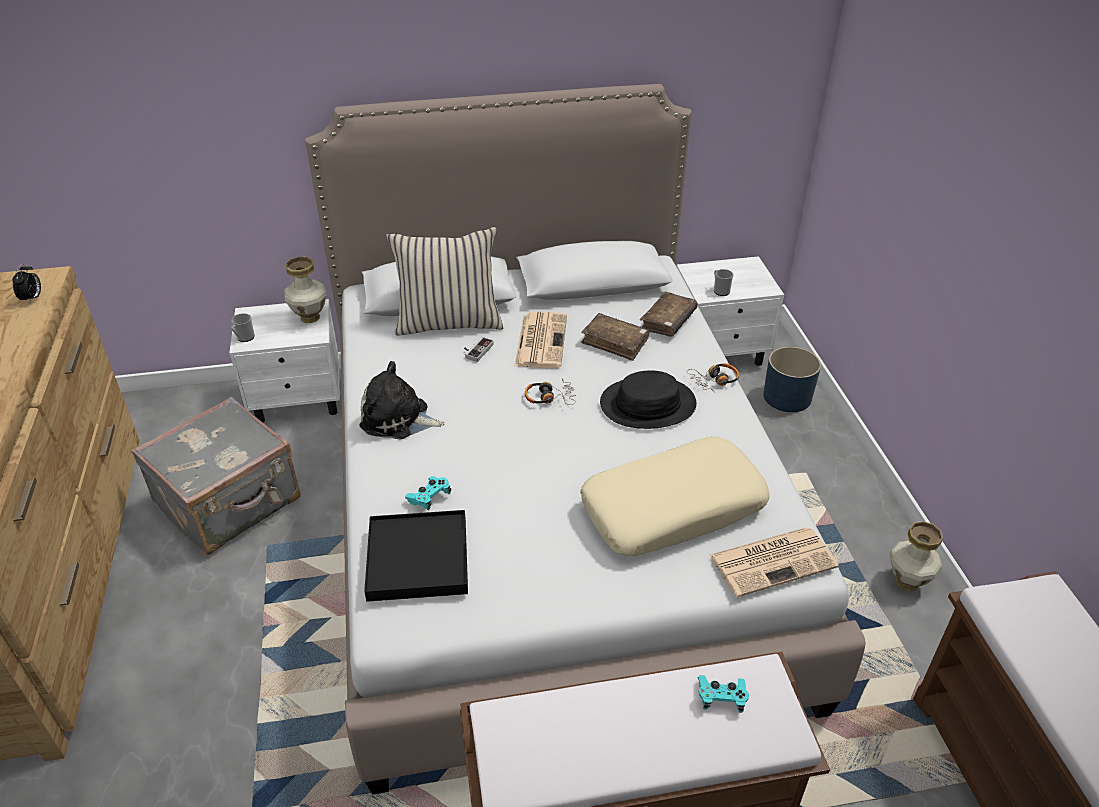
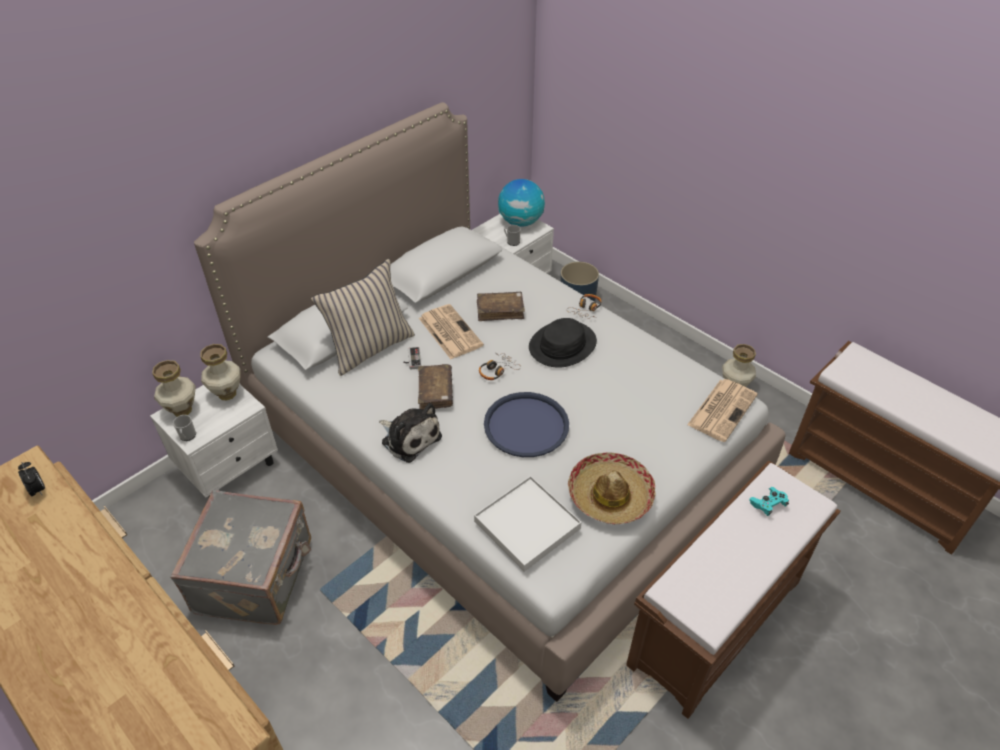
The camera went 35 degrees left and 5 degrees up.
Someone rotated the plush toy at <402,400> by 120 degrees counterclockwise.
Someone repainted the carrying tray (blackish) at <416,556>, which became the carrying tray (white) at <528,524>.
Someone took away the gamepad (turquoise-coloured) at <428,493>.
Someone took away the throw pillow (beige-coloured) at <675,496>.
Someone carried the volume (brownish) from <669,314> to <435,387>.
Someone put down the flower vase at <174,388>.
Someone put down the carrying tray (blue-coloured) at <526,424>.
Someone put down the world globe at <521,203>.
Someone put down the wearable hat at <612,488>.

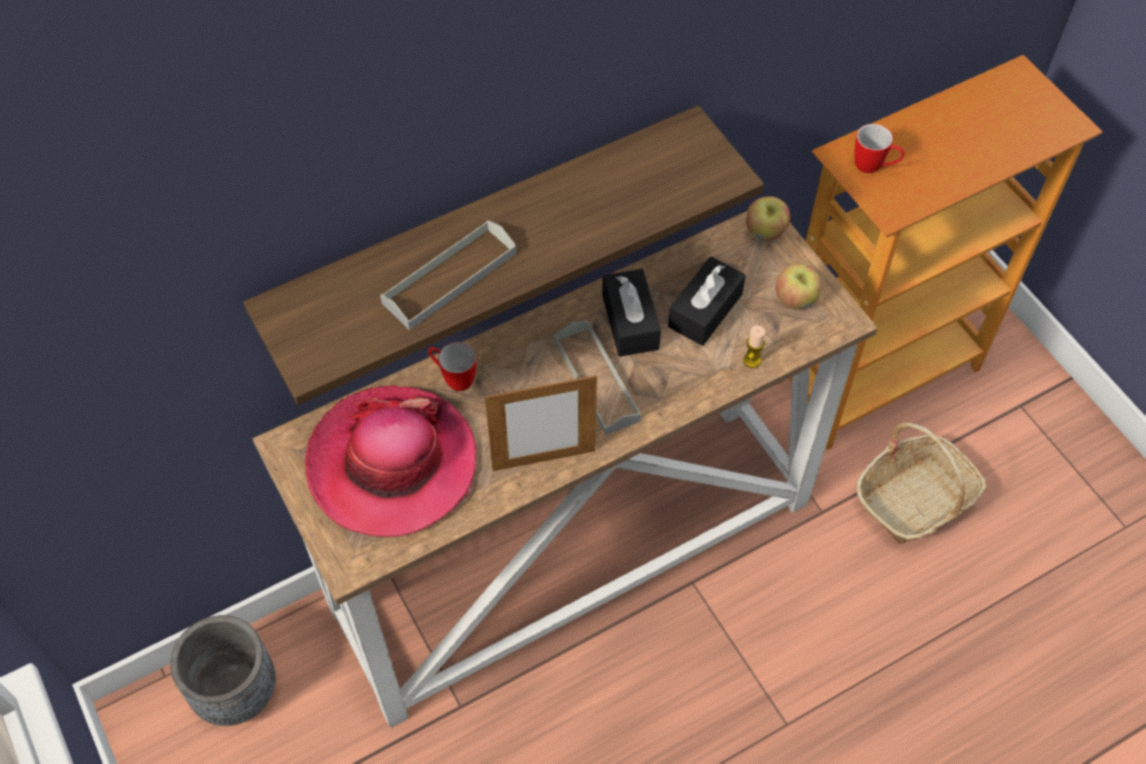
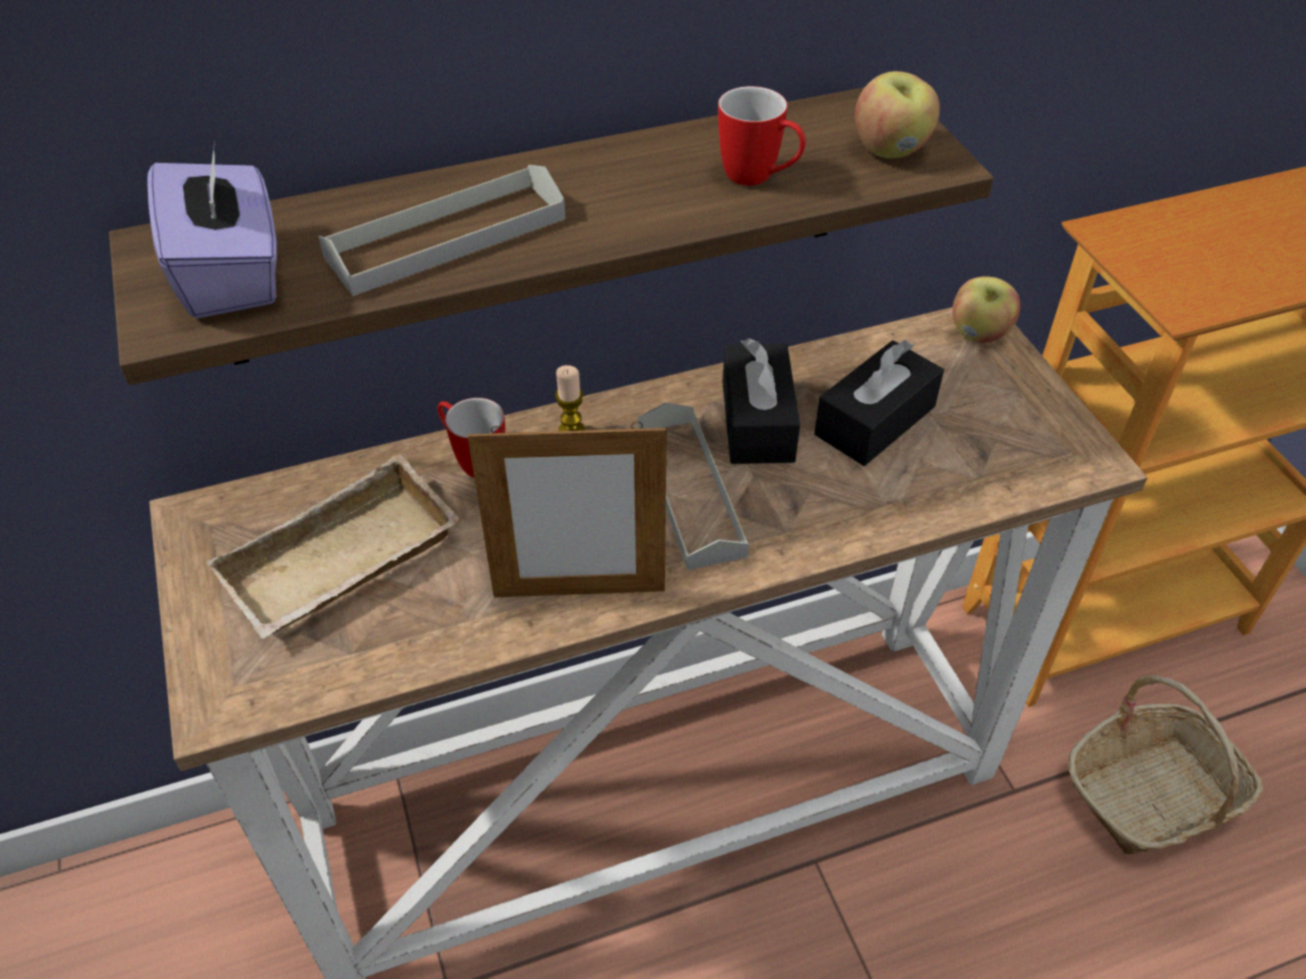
The camera went 10 degrees right and 10 degrees down.
Someone took away the plant pot (grey) at <223,670>.
Someone swapped the wearable hat at <390,461> for the carrying tray (beige-coloured) at <333,546>.
Someone carried the candle from <754,346> to <570,398>.
Someone carried the apple from <798,286> to <897,114>.
Someone carried the mug from <879,148> to <762,136>.
Someone put down the tissue box (purple-coloured) at <212,230>.

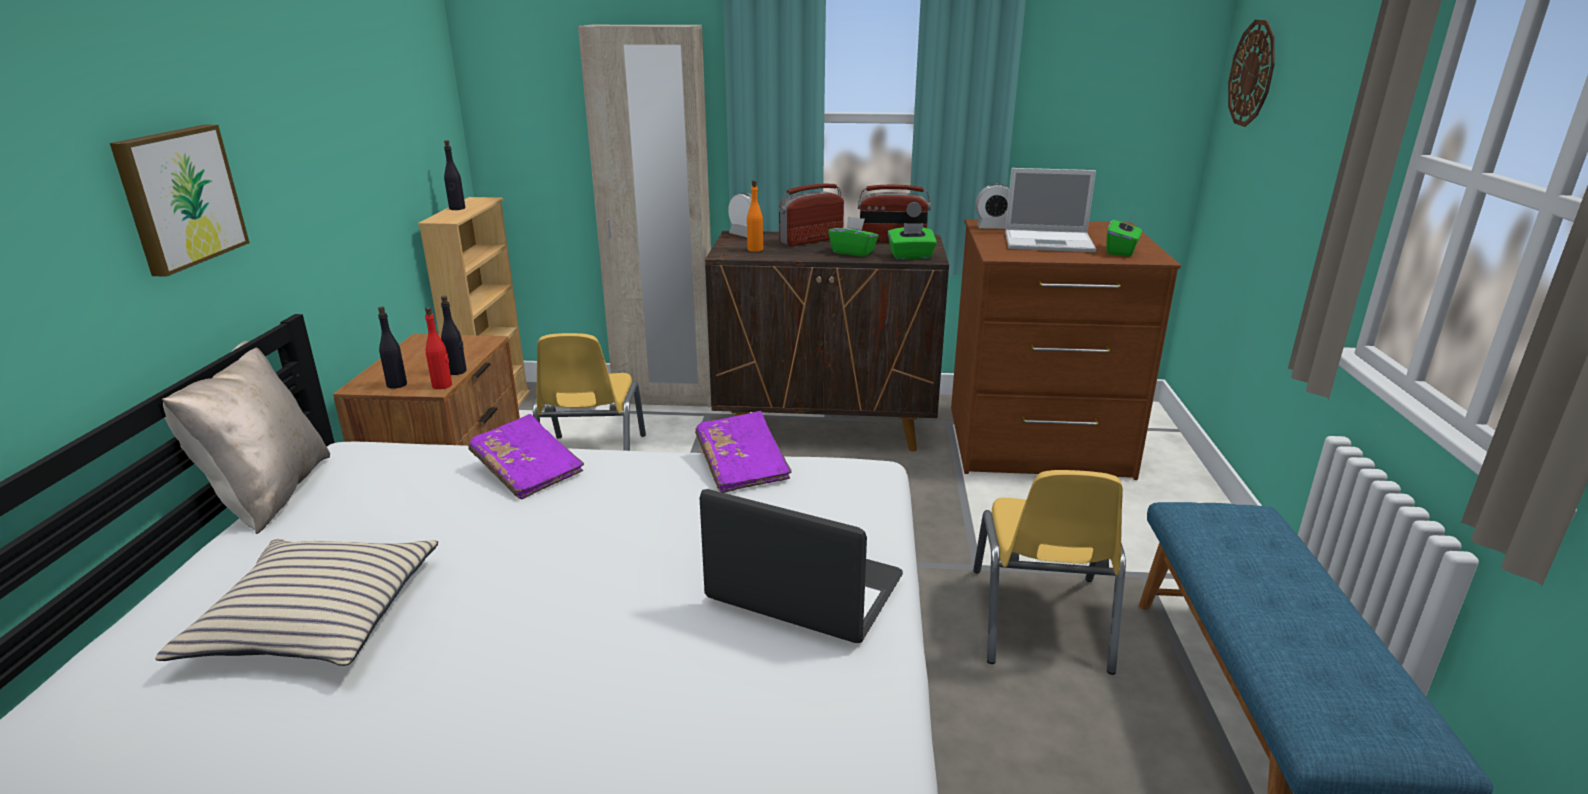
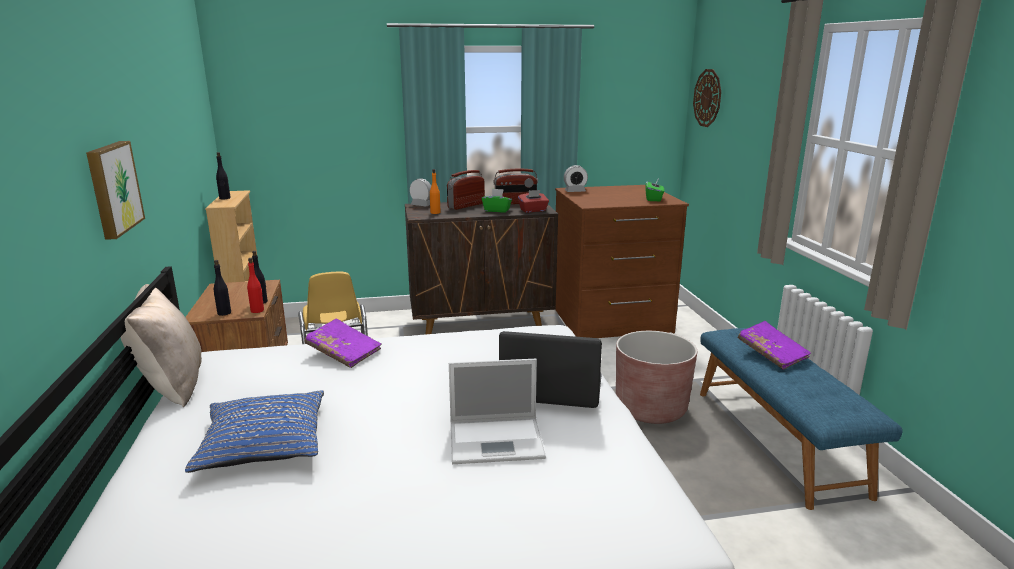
The camera went 15 degrees left and 5 degrees down.
Someone repainted the throw pillow (beige-coloured) at <296,602>, which became the throw pillow (blue-coloured) at <254,431>.
Someone took away the clothes cupboard (beige-coloured) at <644,216>.
Someone carried the volume (purple-coloured) from <743,452> to <774,345>.
Someone repainted the tissue box (greenish) at <912,241>, which became the tissue box (red-coloured) at <533,201>.
Someone swapped the upright chair (yellow) at <1049,572> for the plant pot (brownish) at <656,377>.
Someone carried the portable computer from <1050,210> to <497,411>.

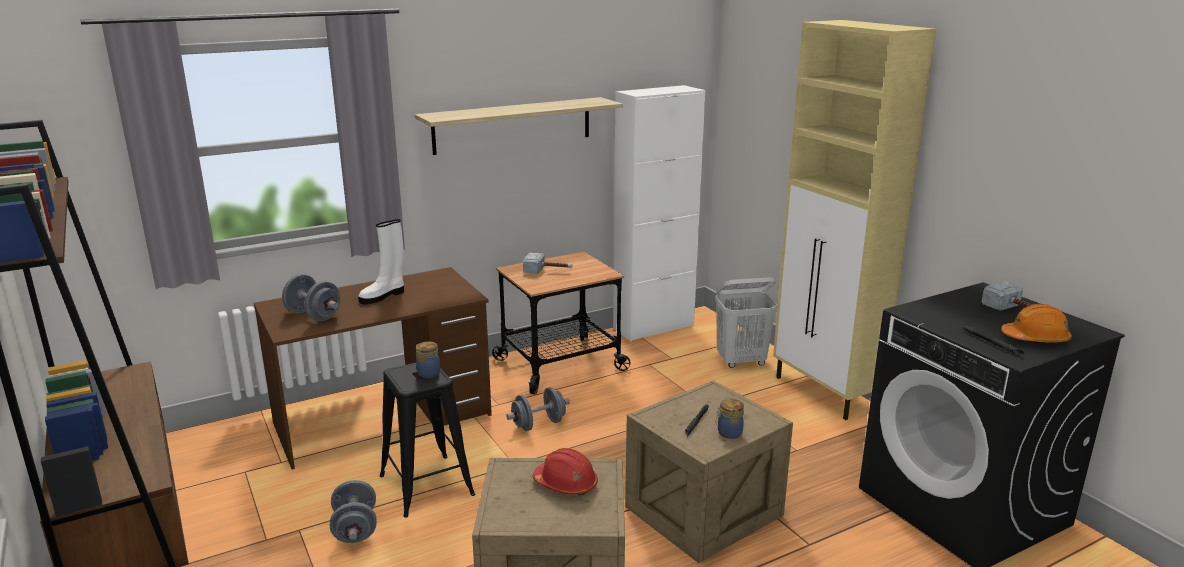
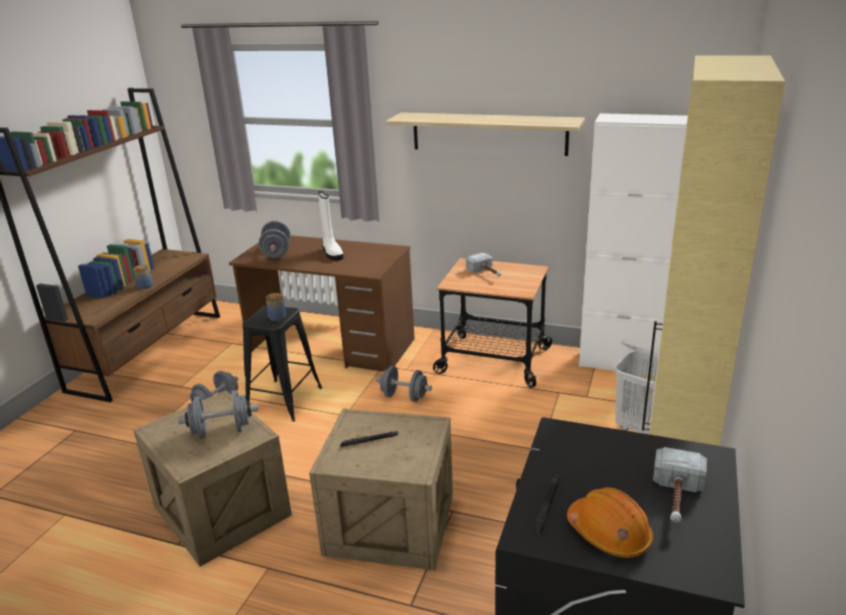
The camera went 50 degrees right and 5 degrees up.
Someone rotated the boot (white) at <381,262> by 120 degrees counterclockwise.
Someone swapped the hard hat (red-coloured) at <565,471> for the hand weight (grey) at <218,414>.
Someone carried the preserve jar from <730,419> to <143,277>.

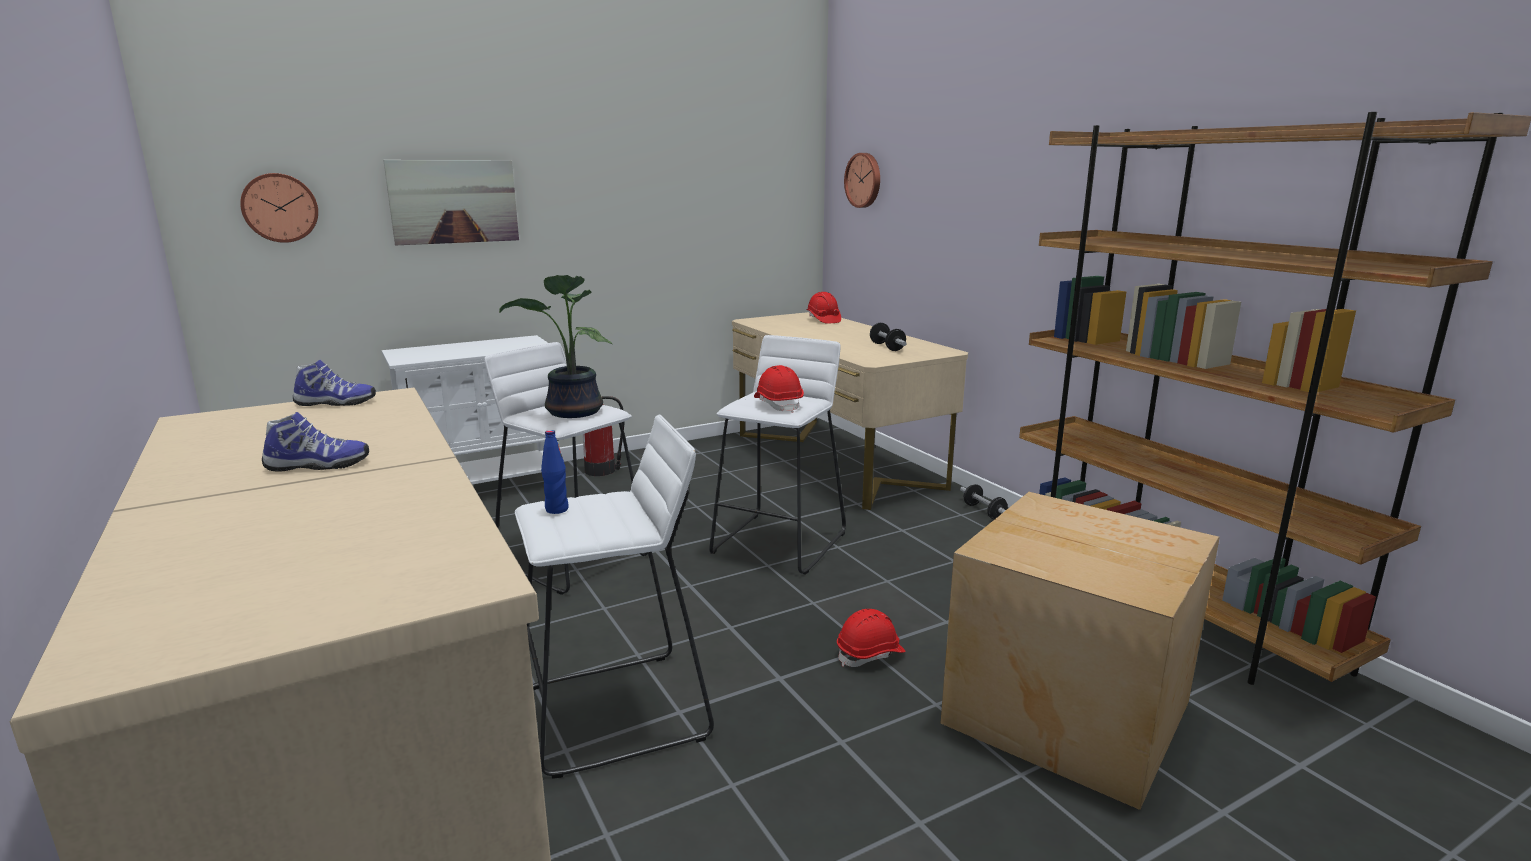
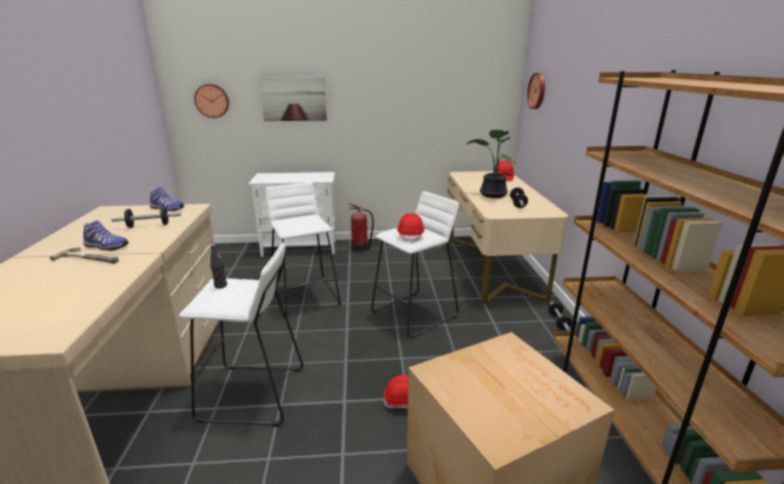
The camera went 25 degrees right and 5 degrees up.
Someone carried the plant in a pot from <555,346> to <491,164>.
Someone repainted the drink bottle (blue-coloured) at <555,472>, which became the drink bottle (blackish) at <218,266>.
Someone put down the hand hammer at <84,255>.
Someone put down the hand weight at <146,217>.

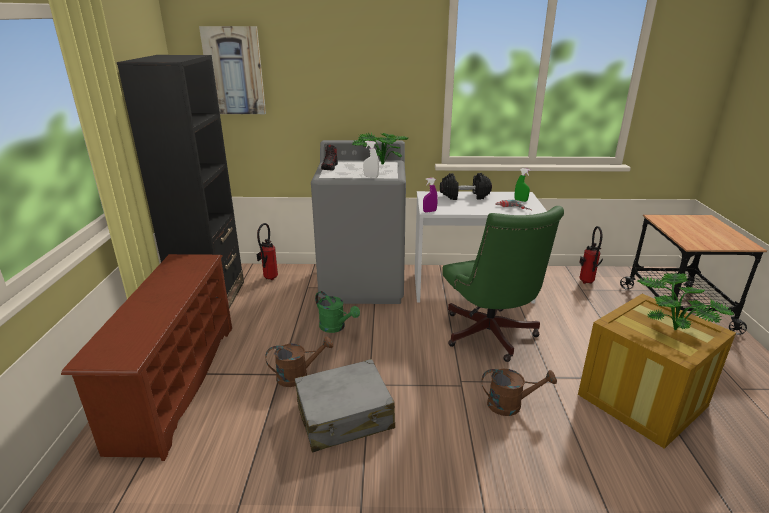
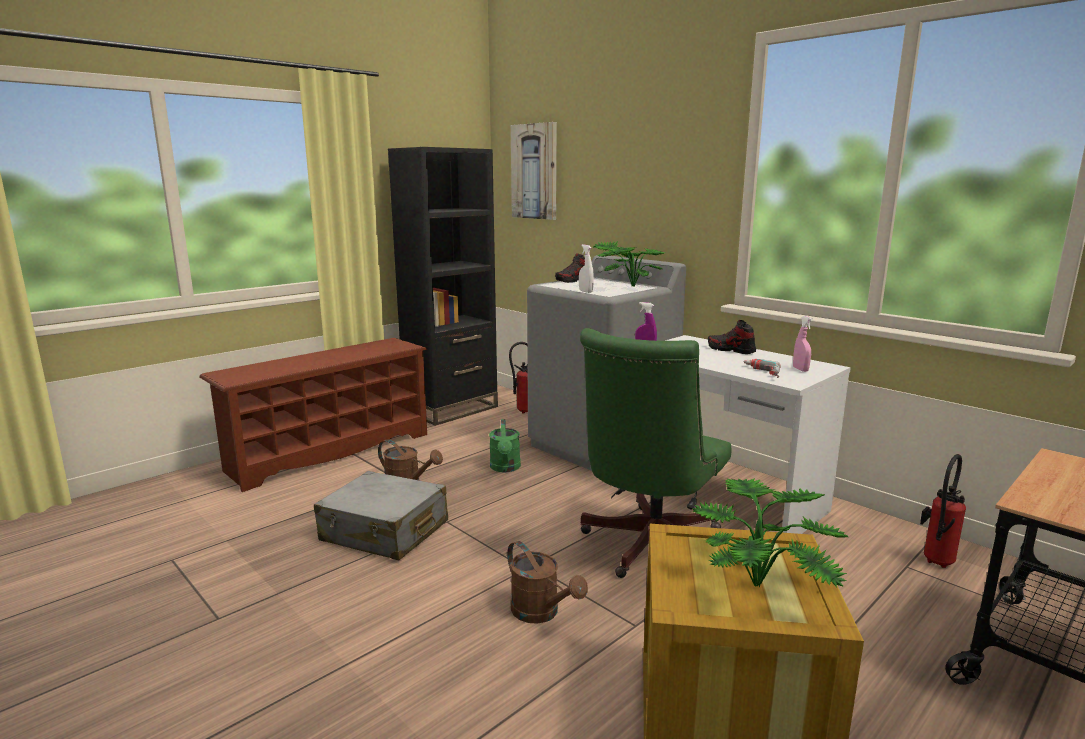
The camera went 45 degrees right and 10 degrees down.
Someone swapped the hand weight (blackish) at <466,186> for the item of footwear at <732,337>.
Someone repainted the hand sprayer (greenish) at <523,185>, which became the hand sprayer (pinkish) at <803,344>.

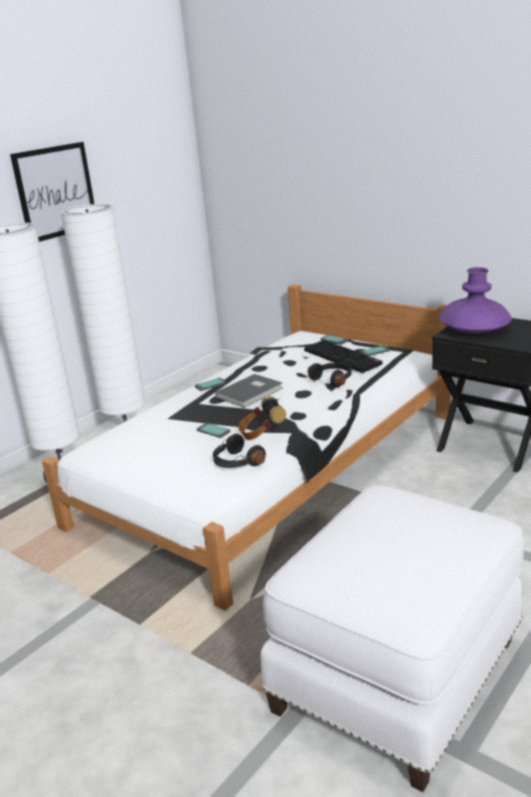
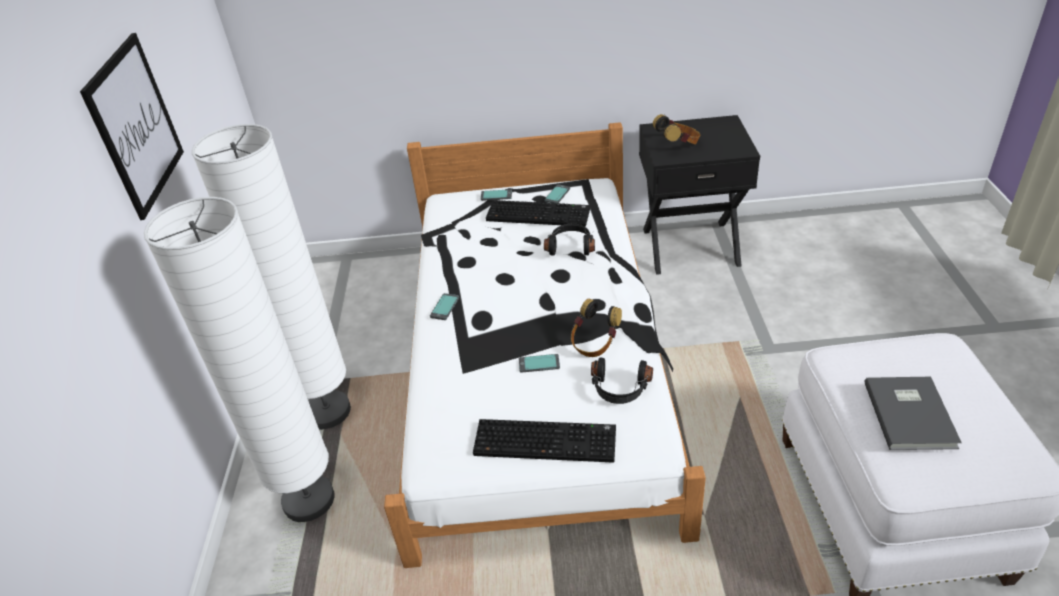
The camera went 40 degrees left and 15 degrees up.
Someone carried the volume (grey) from <249,390> to <913,413>.
Someone swapped the flower vase (purple-coloured) at <475,300> for the headphones at <676,129>.
Someone put down the computer keyboard at <544,441>.

